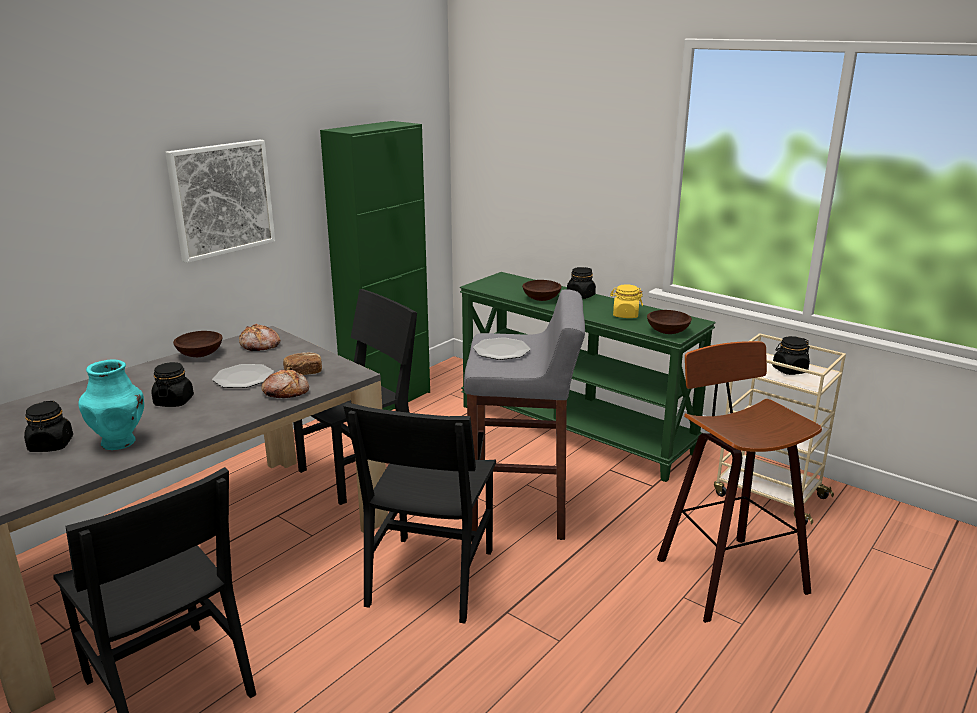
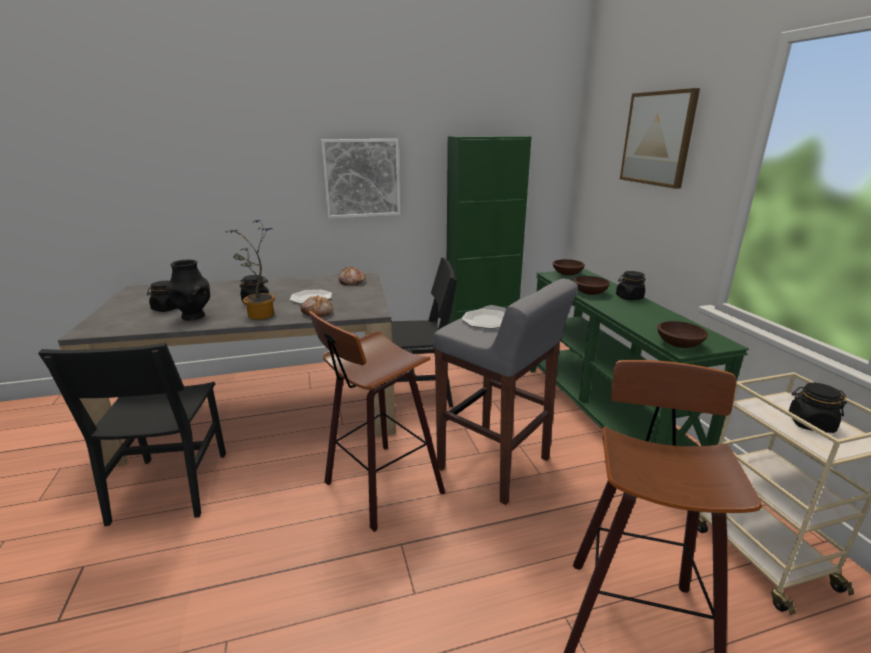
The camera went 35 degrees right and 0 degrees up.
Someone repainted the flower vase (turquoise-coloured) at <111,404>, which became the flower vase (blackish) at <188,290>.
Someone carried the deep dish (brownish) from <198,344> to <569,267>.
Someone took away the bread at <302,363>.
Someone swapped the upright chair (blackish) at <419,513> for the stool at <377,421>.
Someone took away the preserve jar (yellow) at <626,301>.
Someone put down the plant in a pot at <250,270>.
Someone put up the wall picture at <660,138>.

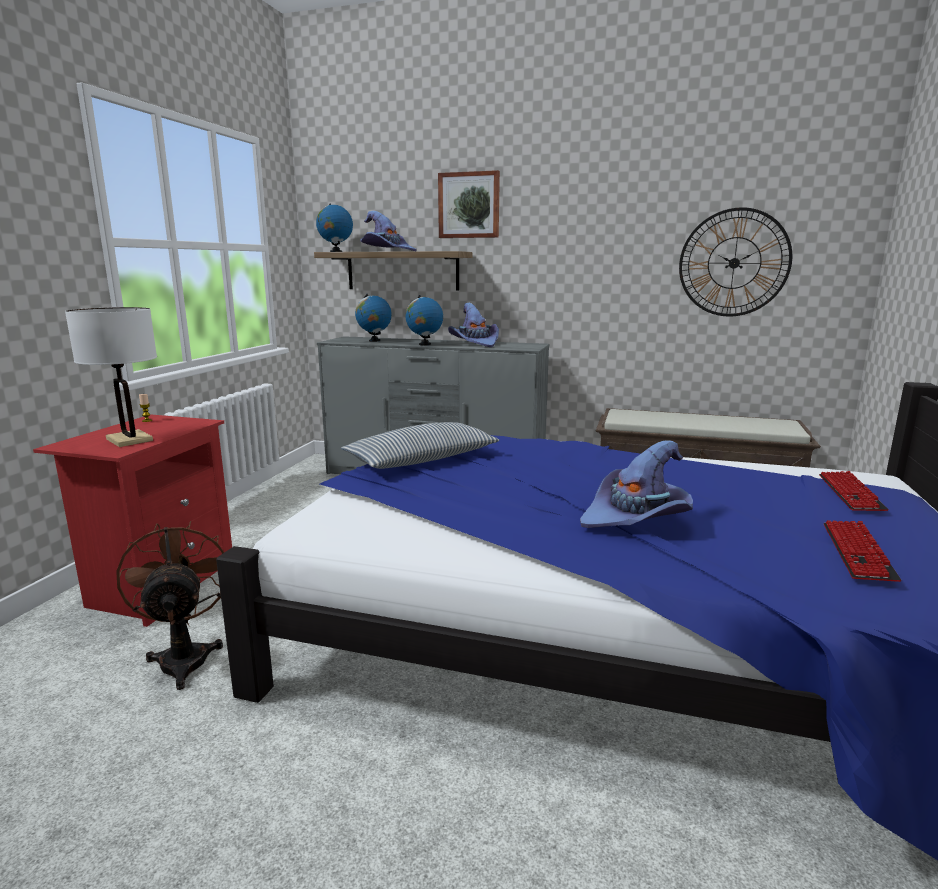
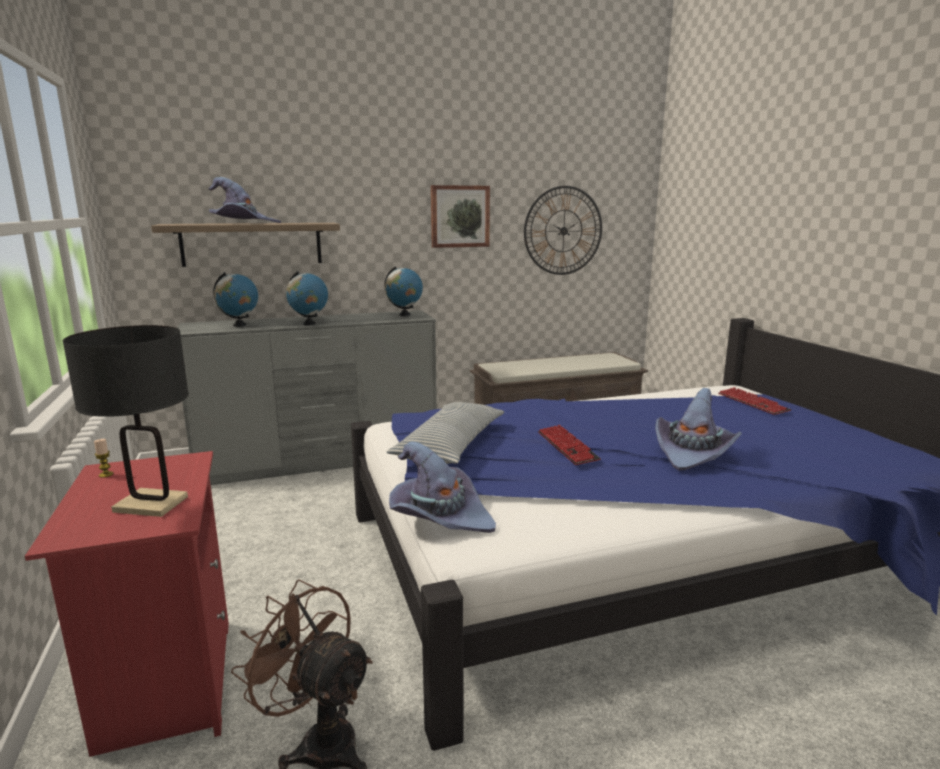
The camera went 35 degrees left and 0 degrees up.
Someone repainted the tabletop lamp (white) at <111,377>, which became the tabletop lamp (blackish) at <126,421>.
Someone carried the world globe from <334,228> to <404,291>.
Someone carried the wall picture from <469,204> to <460,216>.
Someone carried the wearable hat (purple-coloured) from <473,325> to <442,487>.
Someone carried the computer keyboard from <862,551> to <569,445>.

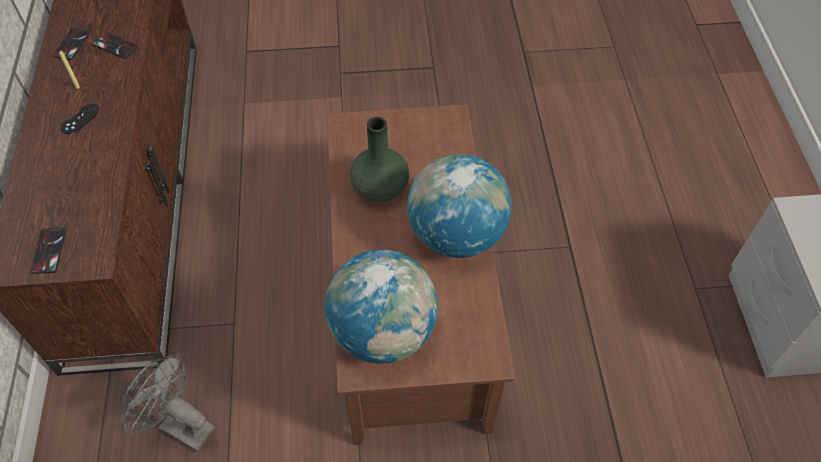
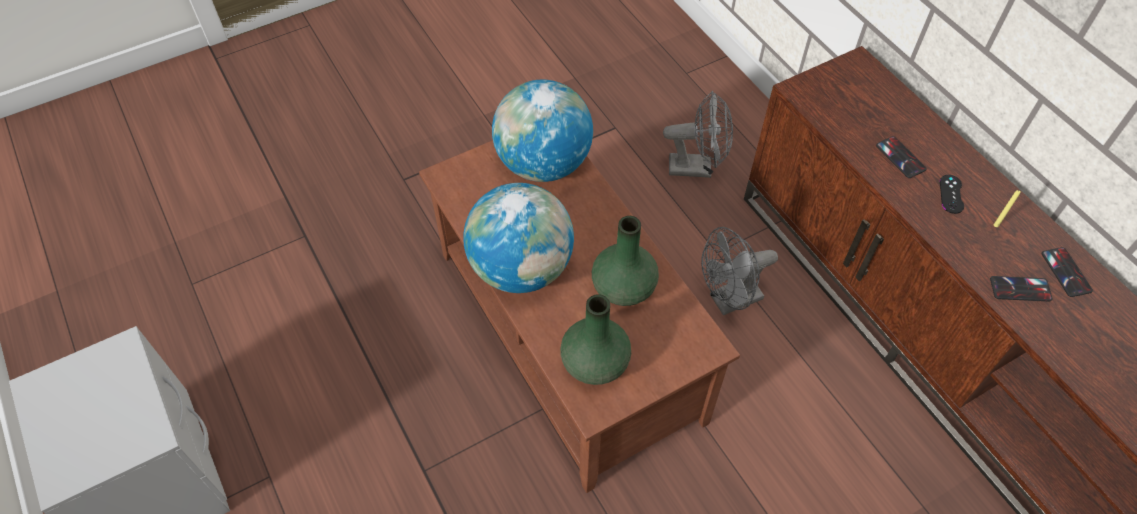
The camera went 155 degrees right and 0 degrees up.
Someone carried the handset from <48,251> to <901,157>.
Someone put down the flower vase (greenish) at <595,339>.
Someone put down the fan (grey) at <739,271>.

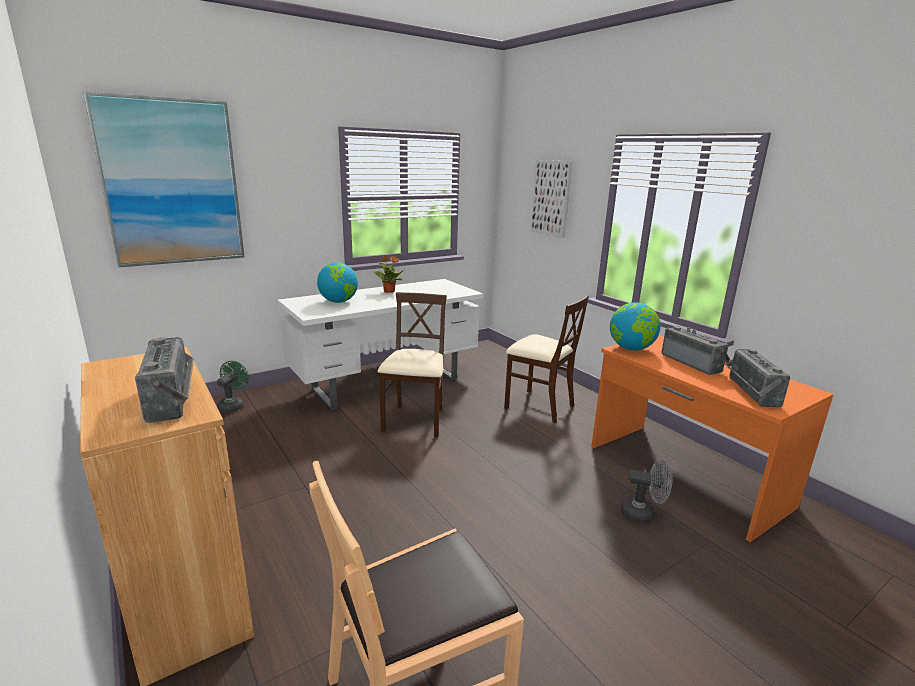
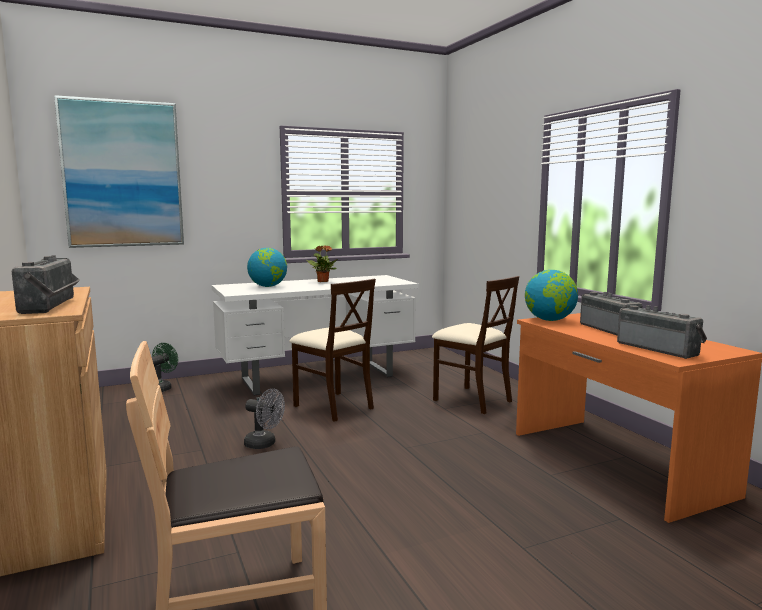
The camera went 10 degrees right and 10 degrees down.
Someone rotated the upright chair (beige-coloured) at <412,365> by 120 degrees clockwise.
Someone took away the wall picture at <551,199>.
Someone carried the fan (grey) from <646,491> to <264,419>.
Someone rotated the radio receiver at <757,378> by 135 degrees clockwise.

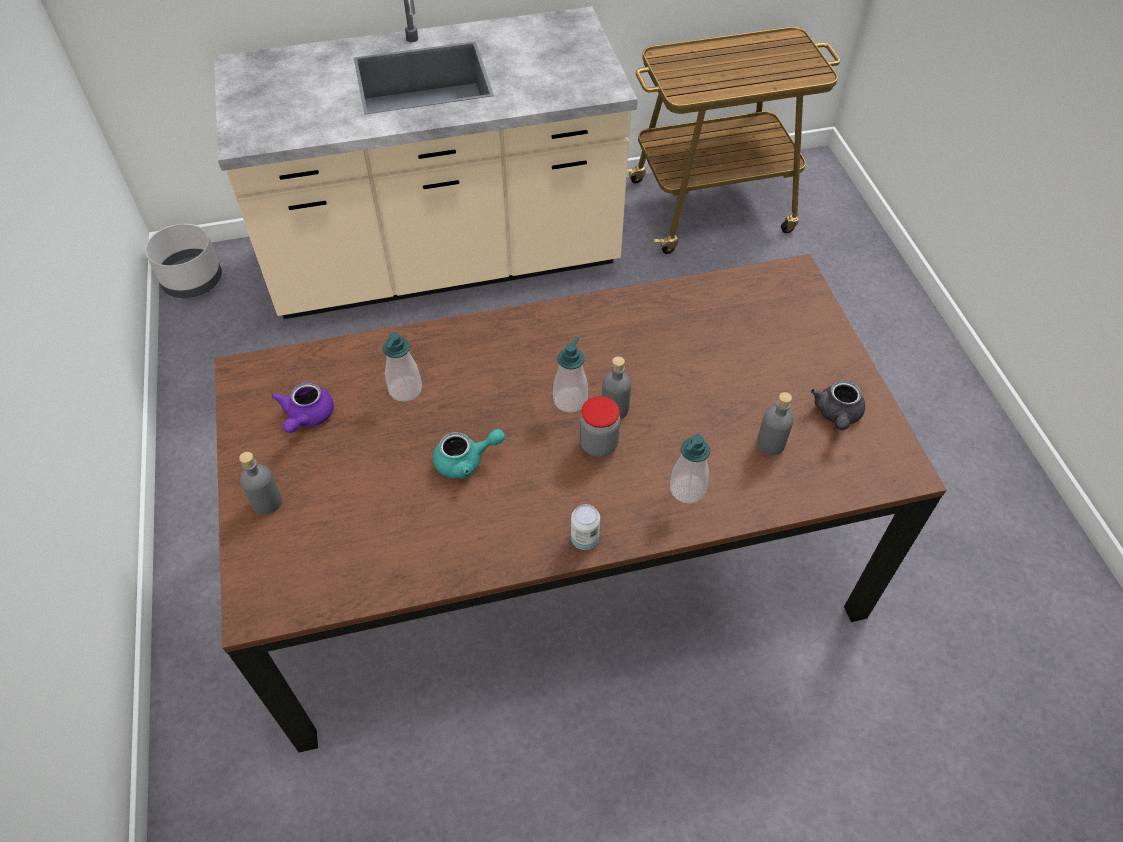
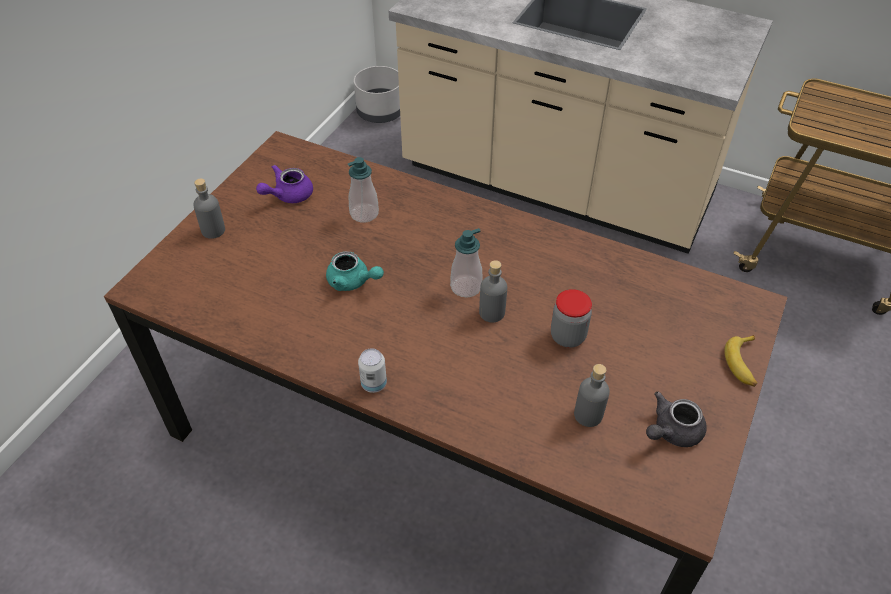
The camera went 40 degrees right and 5 degrees down.
Someone carried the preserve jar from <599,426> to <571,318>.
Someone took away the soap bottle at <690,469>.
Someone put down the whole banana at <740,361>.

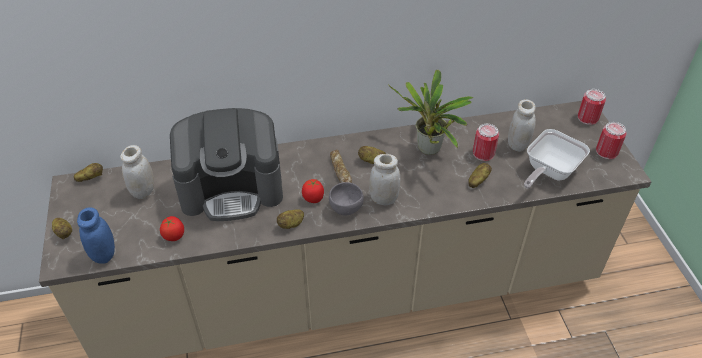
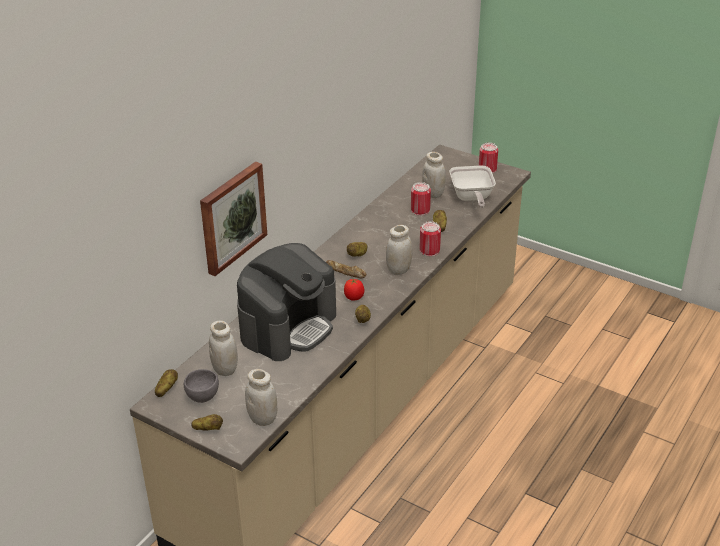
The camera went 45 degrees left and 10 degrees down.
Someone repainted the preserve jar (blue-coloured) at <96,235>, which became the preserve jar (white) at <261,397>.
Someone took away the tomato at <172,228>.
Someone carried the deep dish (grey) from <346,198> to <201,386>.
Someone took away the plant in a pot at <431,112>.
Someone carried the sealed can from <592,107> to <430,238>.
Someone put up the wall picture at <233,219>.

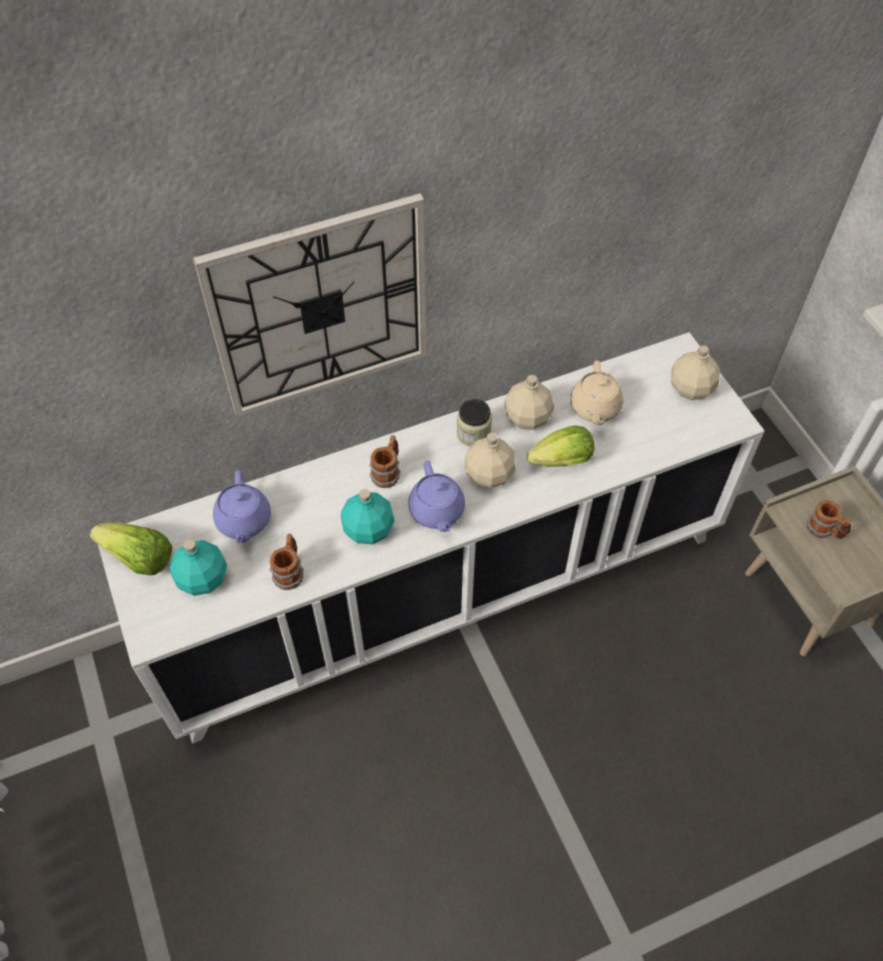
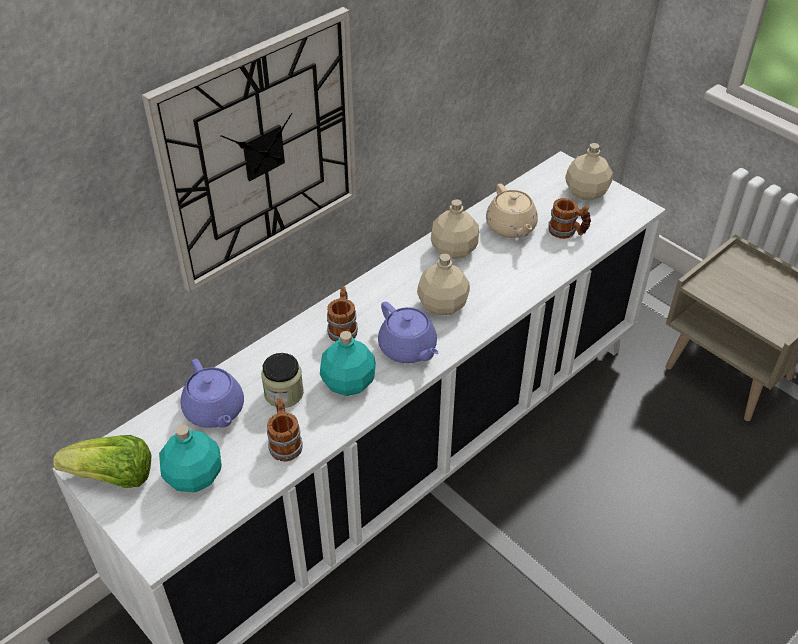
The camera went 20 degrees left and 10 degrees down.
Someone carried the preserve jar from <474,423> to <282,380>.
Someone took away the lettuce head at <561,446>.
Someone carried the mug from <829,519> to <570,218>.

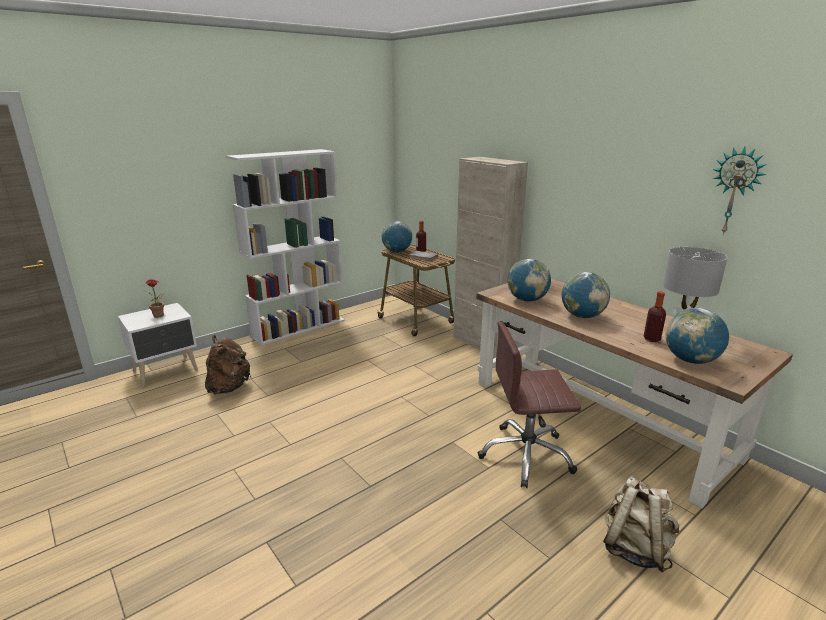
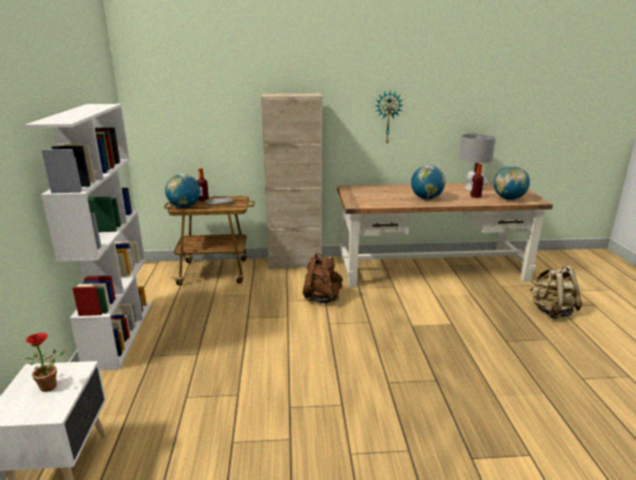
The camera went 55 degrees left and 0 degrees up.
Someone carried the backpack (brownish) from <228,365> to <323,278>.
Someone took away the office chair (brownish) at <529,404>.
Someone took away the world globe at <529,280>.
Someone carried the clock on the wall from <740,191> to <389,116>.

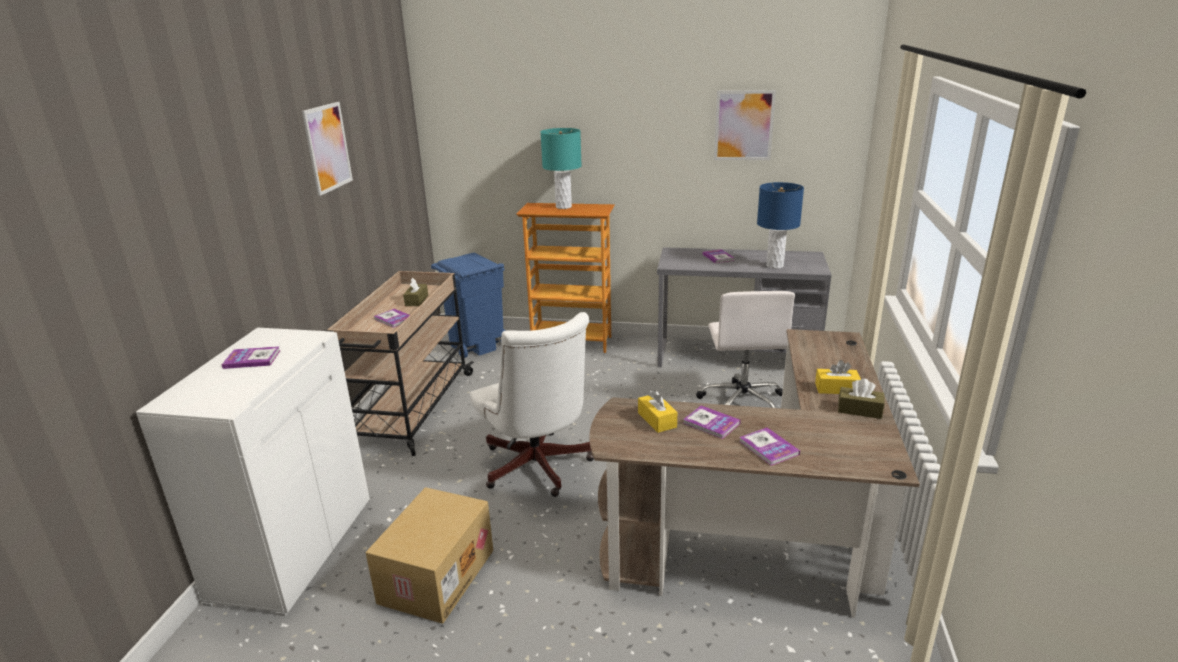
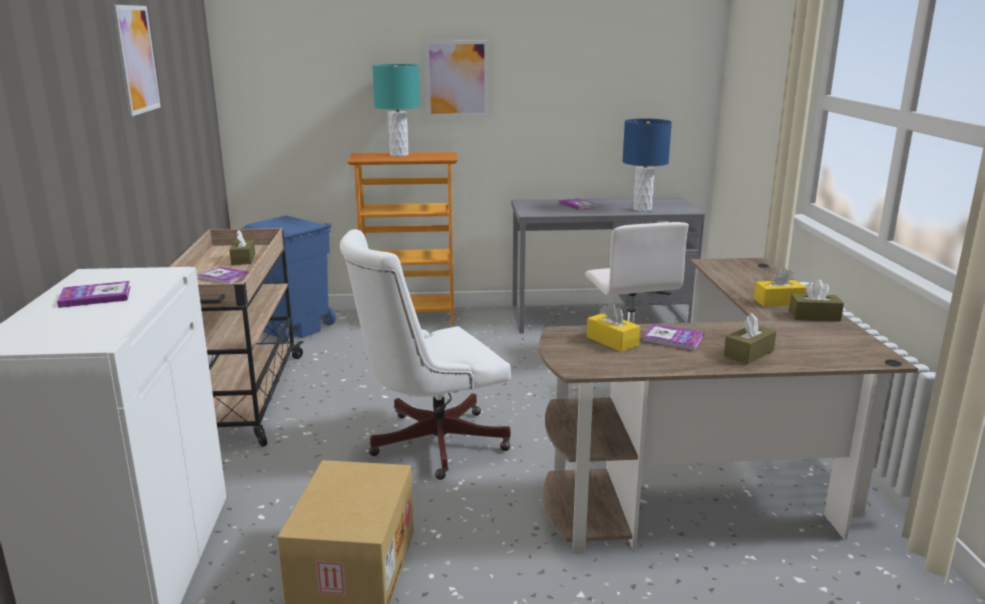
The camera went 15 degrees left and 5 degrees down.
Someone rotated the office chair (white) at <532,404> by 105 degrees clockwise.
Someone carried the wall picture from <745,125> to <456,79>.
Someone swapped the volume at <769,447> for the tissue box (brownish) at <750,338>.

